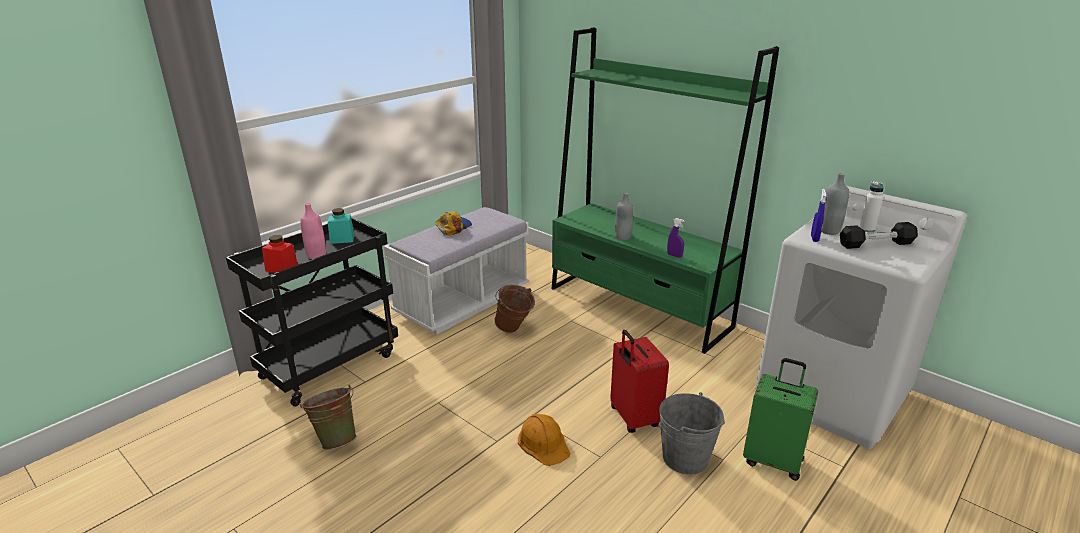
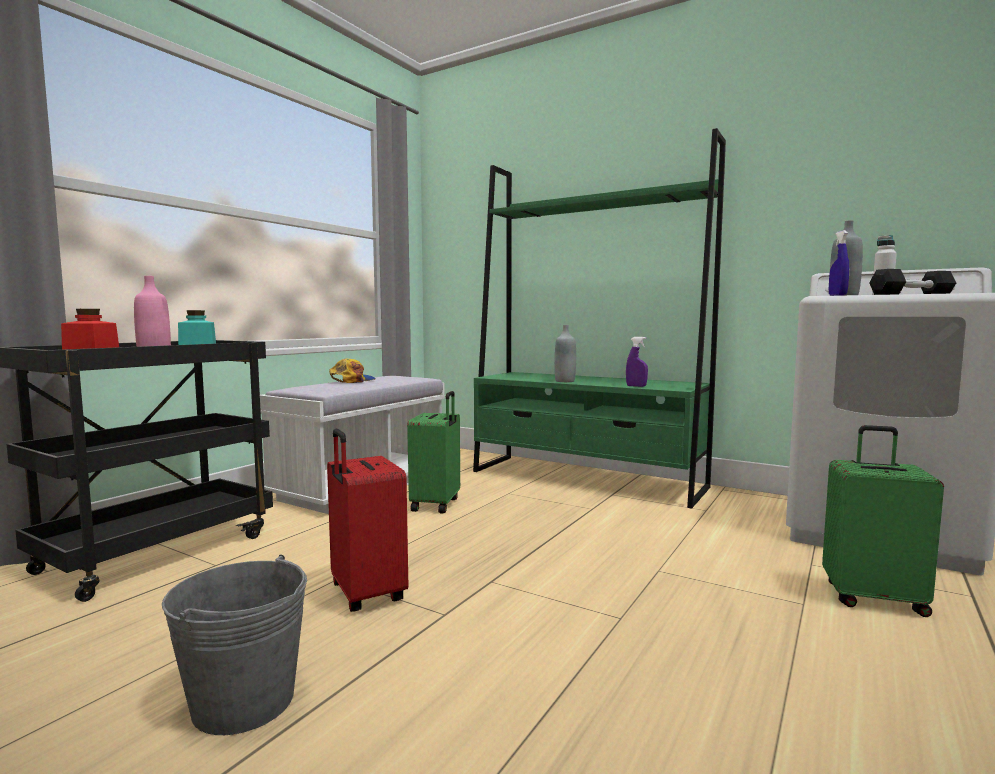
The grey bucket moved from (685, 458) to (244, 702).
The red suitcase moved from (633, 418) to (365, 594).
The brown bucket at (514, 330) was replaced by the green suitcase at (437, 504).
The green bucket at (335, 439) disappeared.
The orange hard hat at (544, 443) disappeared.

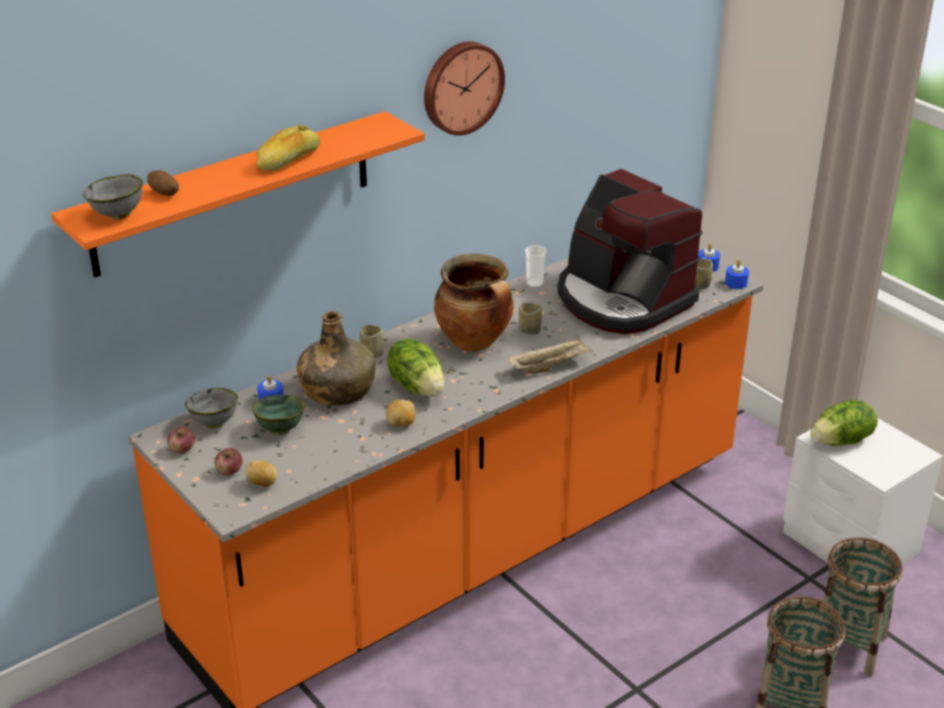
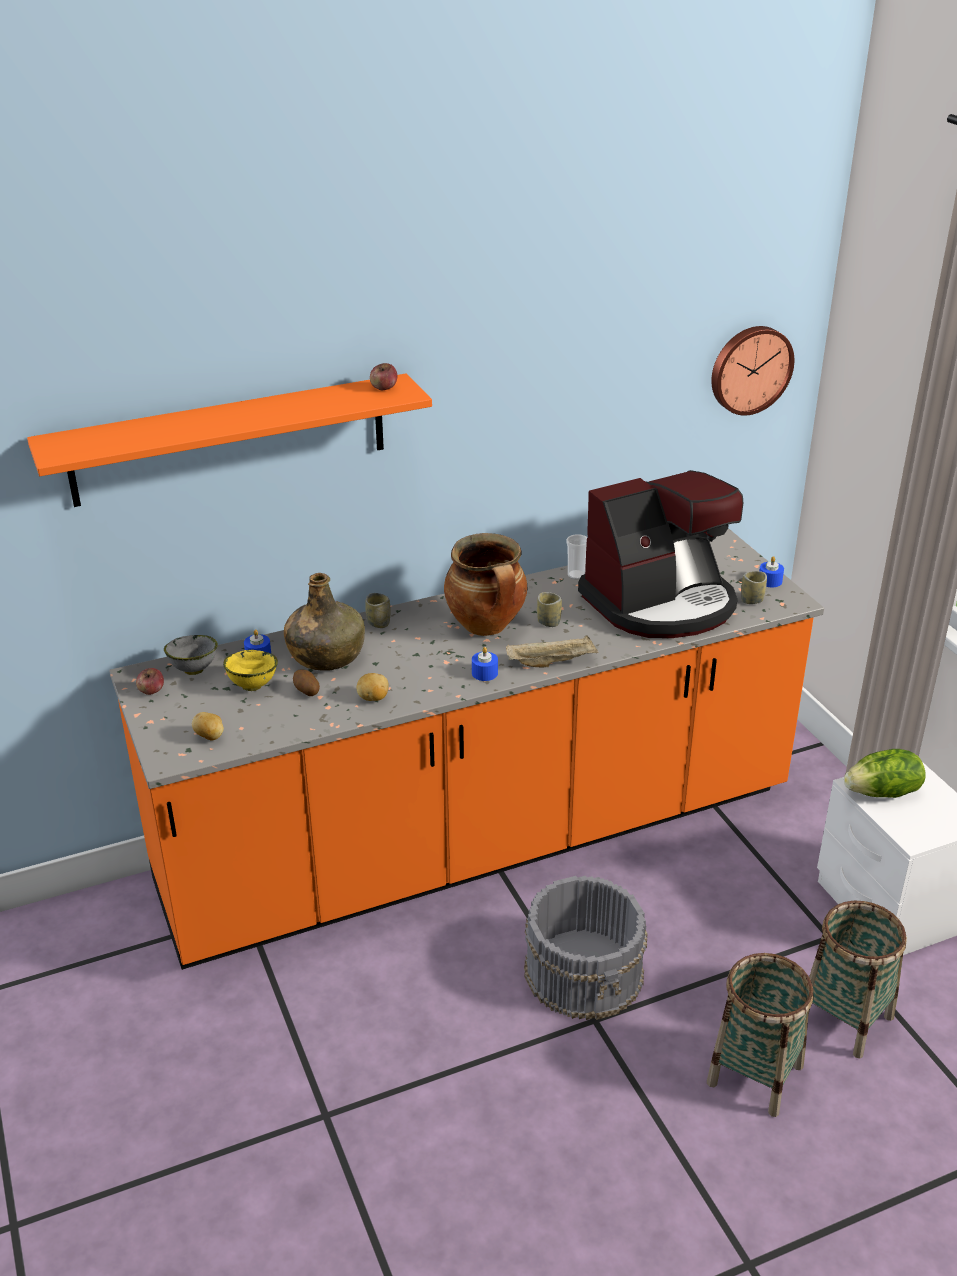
The green bowl at (279, 430) became the yellow bowl at (251, 686).
The potato moved from (164, 194) to (306, 692).
The apple moved from (229, 471) to (384, 388).
The blue candle moved from (736, 283) to (484, 673).
The grey bucket at (585, 971) appeared.
The coffee machine at (622, 299) turned 90 degrees counterclockwise.
The wall clock moved from (461, 87) to (750, 369).
The grey bowl at (118, 216) disappeared.
The bread at (289, 160) disappeared.
The lettuce at (418, 386) disappeared.

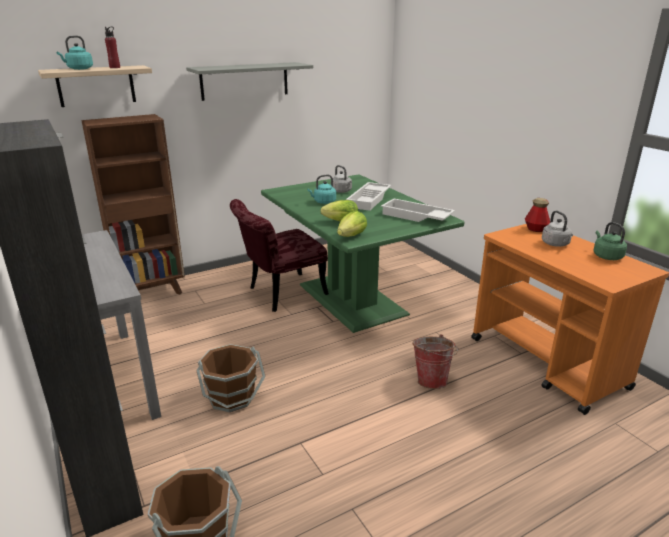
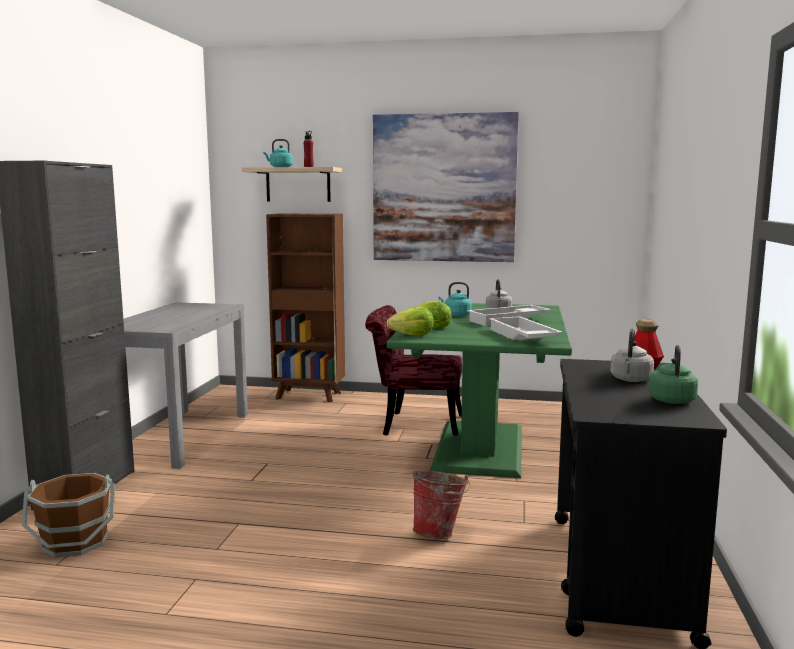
The grey shelf at (244, 81) was replaced by the picture at (444, 188).
The orange cart at (547, 363) became the black cart at (619, 576).
The brown bucket at (232, 397) disappeared.

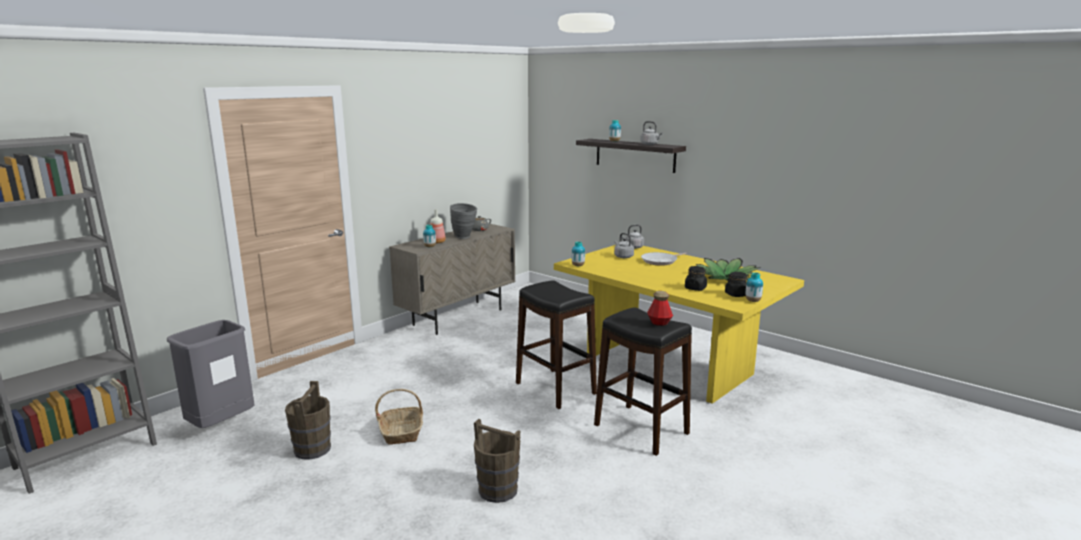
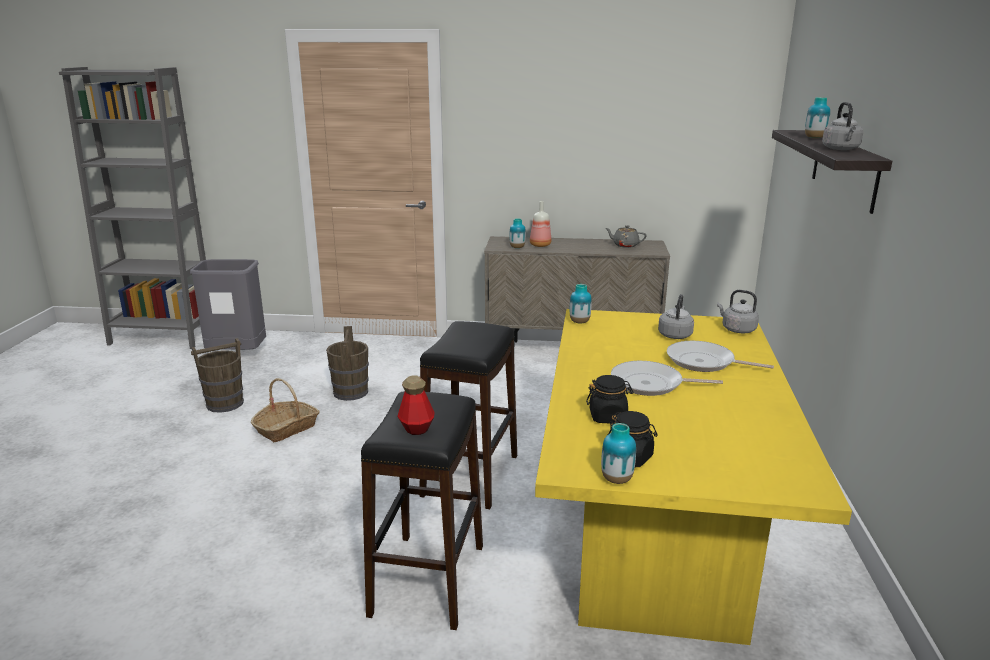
The brown bucket moved from (497, 490) to (351, 392).
The frying pan at (651, 384) appeared.
The grey vase at (464, 237) disappeared.
The potted plant at (726, 277) disappeared.

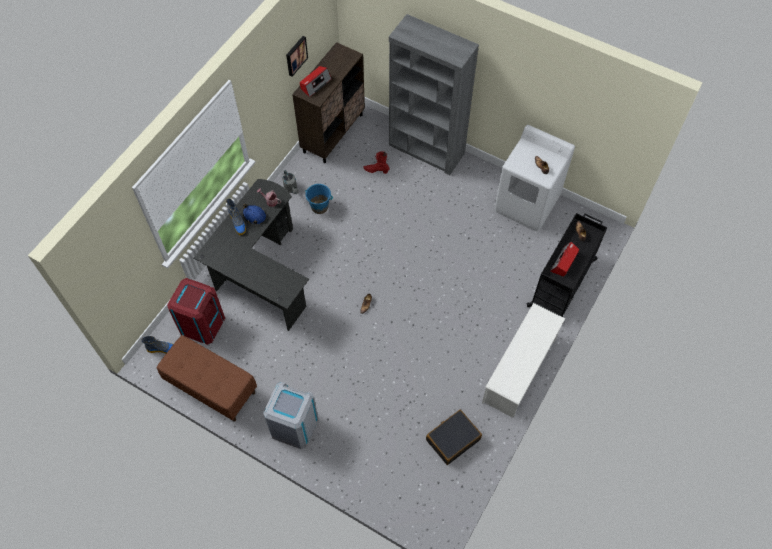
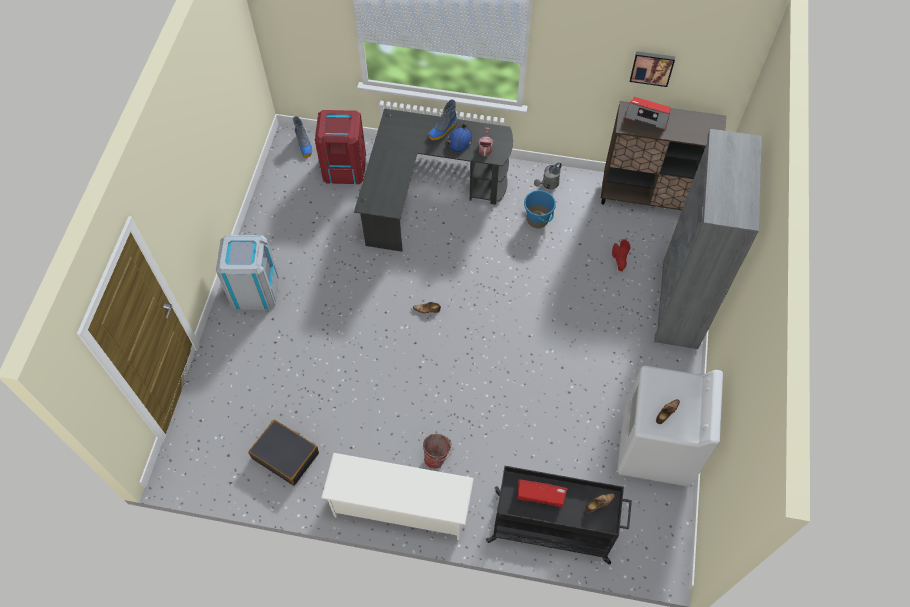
The bucket at (437, 457) appeared.
The brown bench at (211, 387) disappeared.

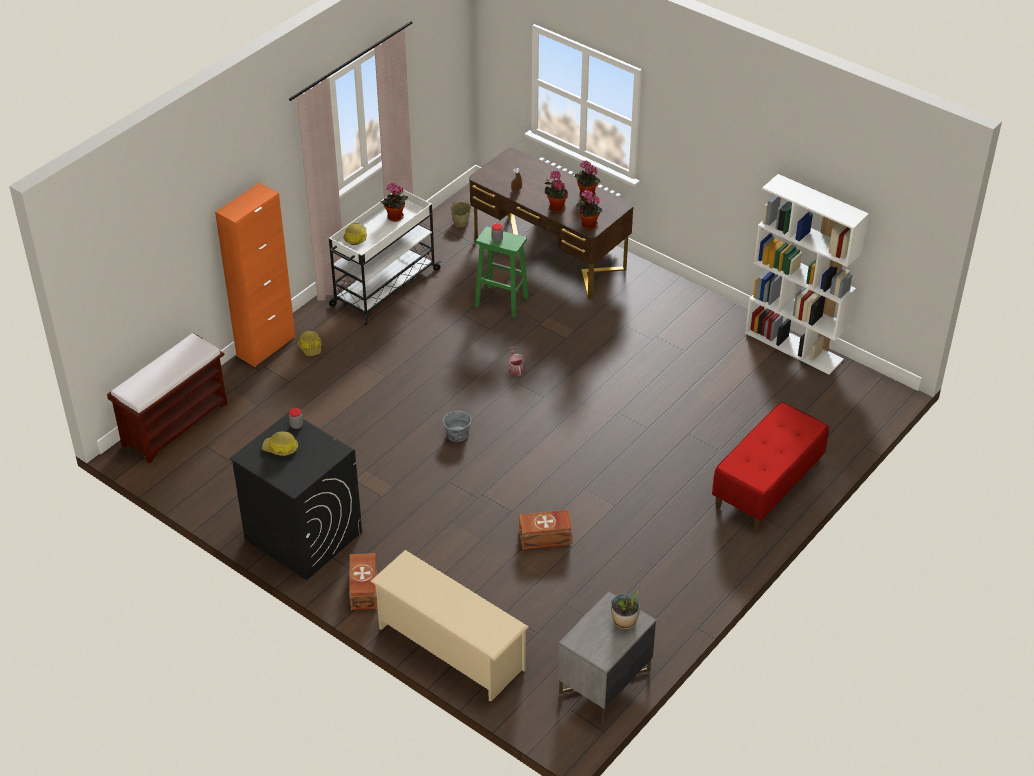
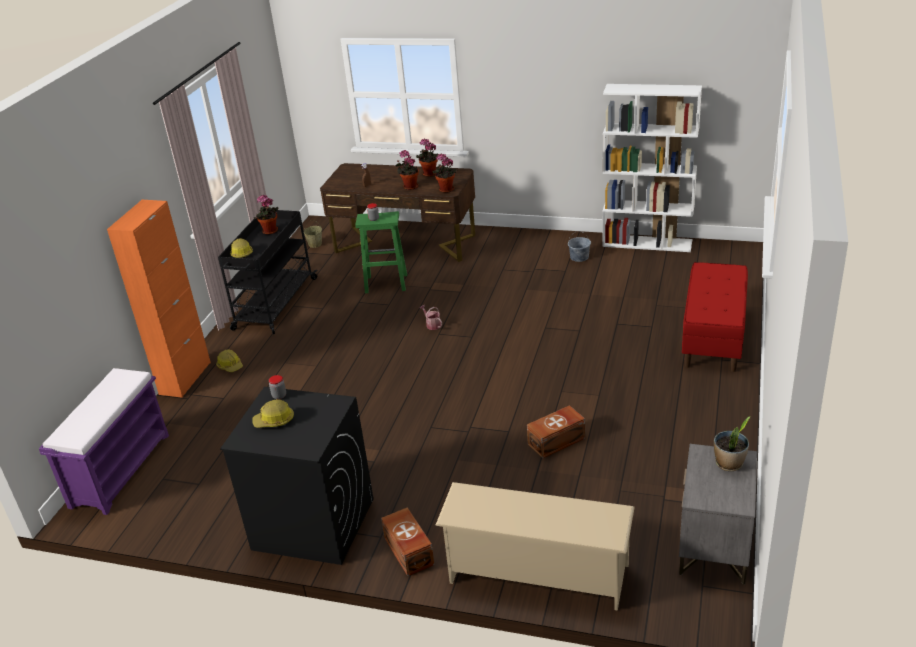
The brown bench at (175, 423) became the purple bench at (120, 469).
The white cart at (384, 288) became the black cart at (274, 304).
The grey bucket moved from (457, 434) to (579, 257).

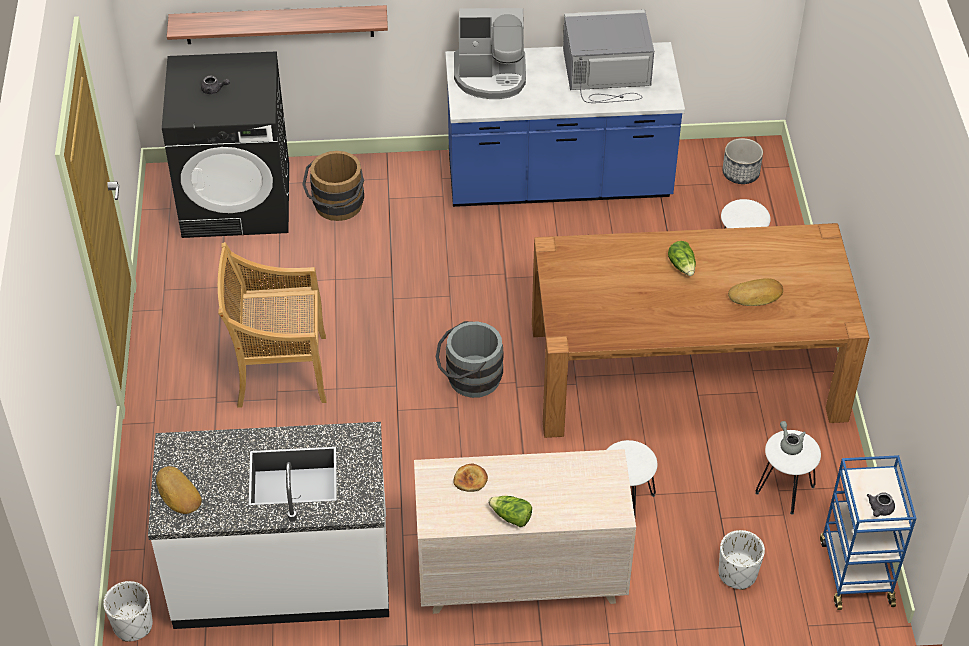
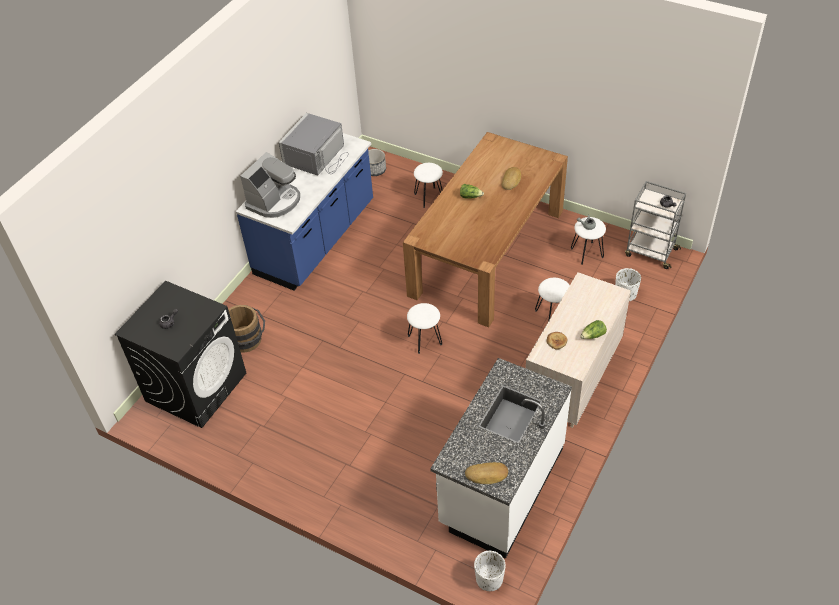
The grey bucket at (469, 378) was replaced by the white stool at (424, 340).
The blue cart at (855, 571) became the grey cart at (650, 252).
The shelf at (279, 24) disappeared.
The beige chair at (279, 370) disappeared.

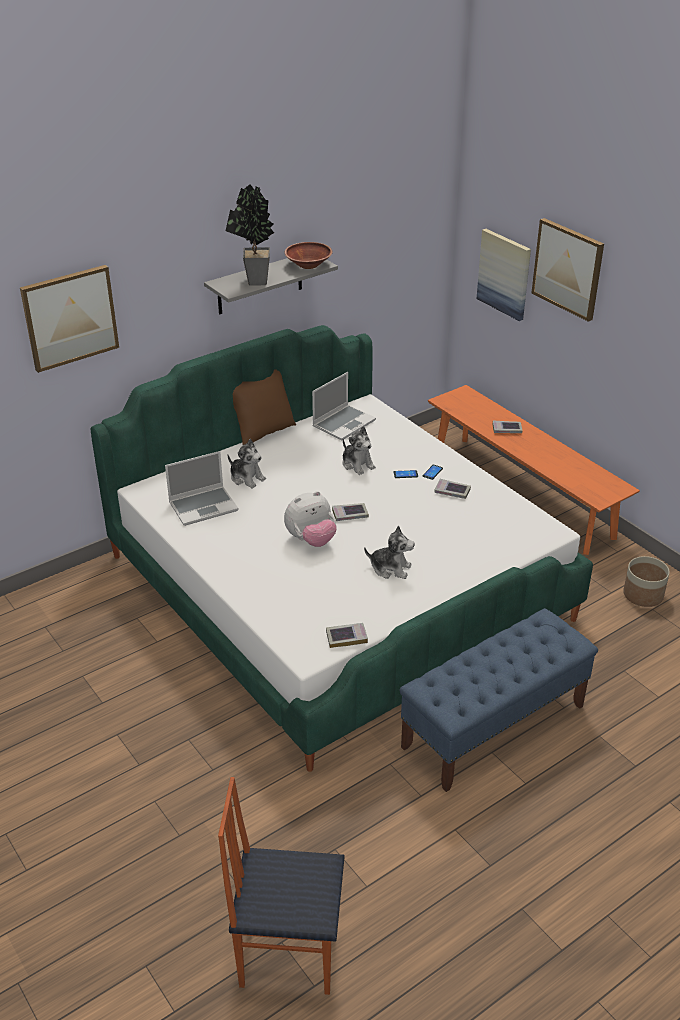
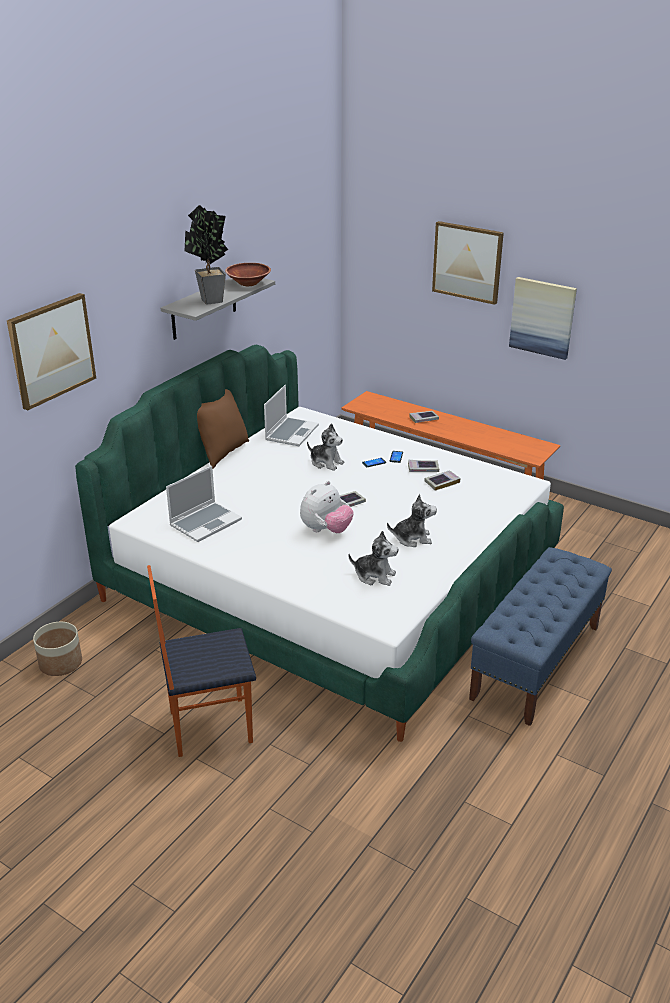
The planter moved from (643, 595) to (61, 663).
The chair moved from (288, 952) to (209, 726).
The plush toy moved from (247, 478) to (374, 576).
The book moved from (346, 637) to (442, 482).
The picture moved from (504, 274) to (542, 317).

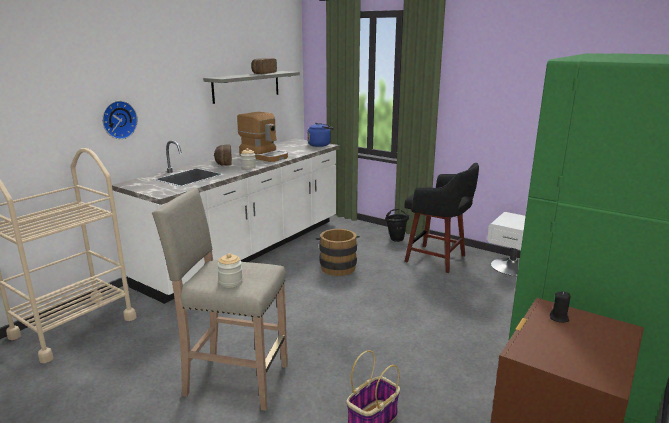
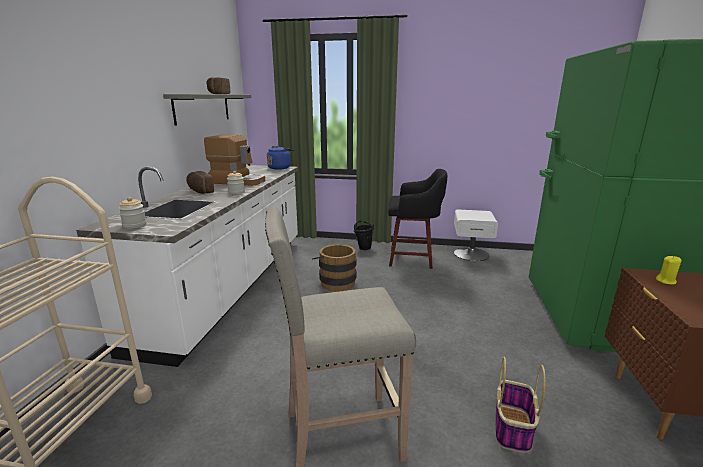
The jar moved from (231, 282) to (134, 225).
The black candle at (559, 318) became the yellow candle at (666, 281).
The wall clock at (118, 119) disappeared.

